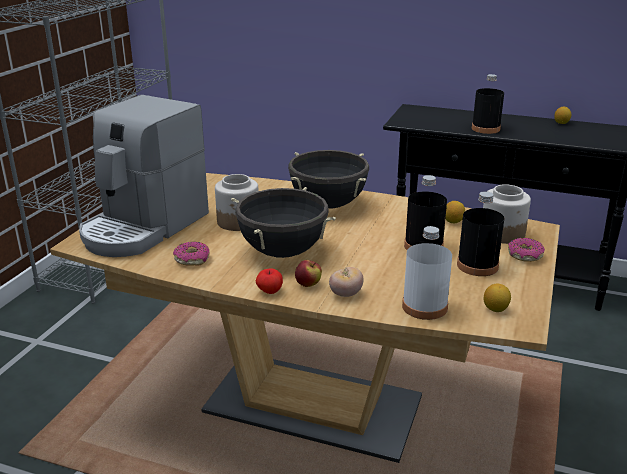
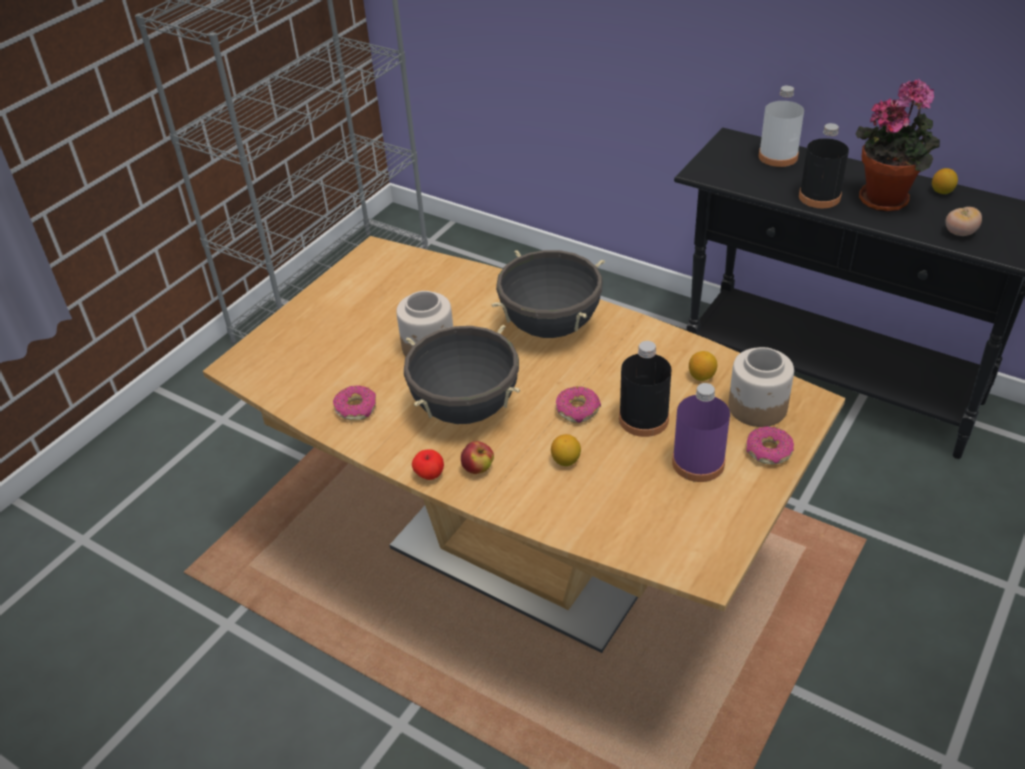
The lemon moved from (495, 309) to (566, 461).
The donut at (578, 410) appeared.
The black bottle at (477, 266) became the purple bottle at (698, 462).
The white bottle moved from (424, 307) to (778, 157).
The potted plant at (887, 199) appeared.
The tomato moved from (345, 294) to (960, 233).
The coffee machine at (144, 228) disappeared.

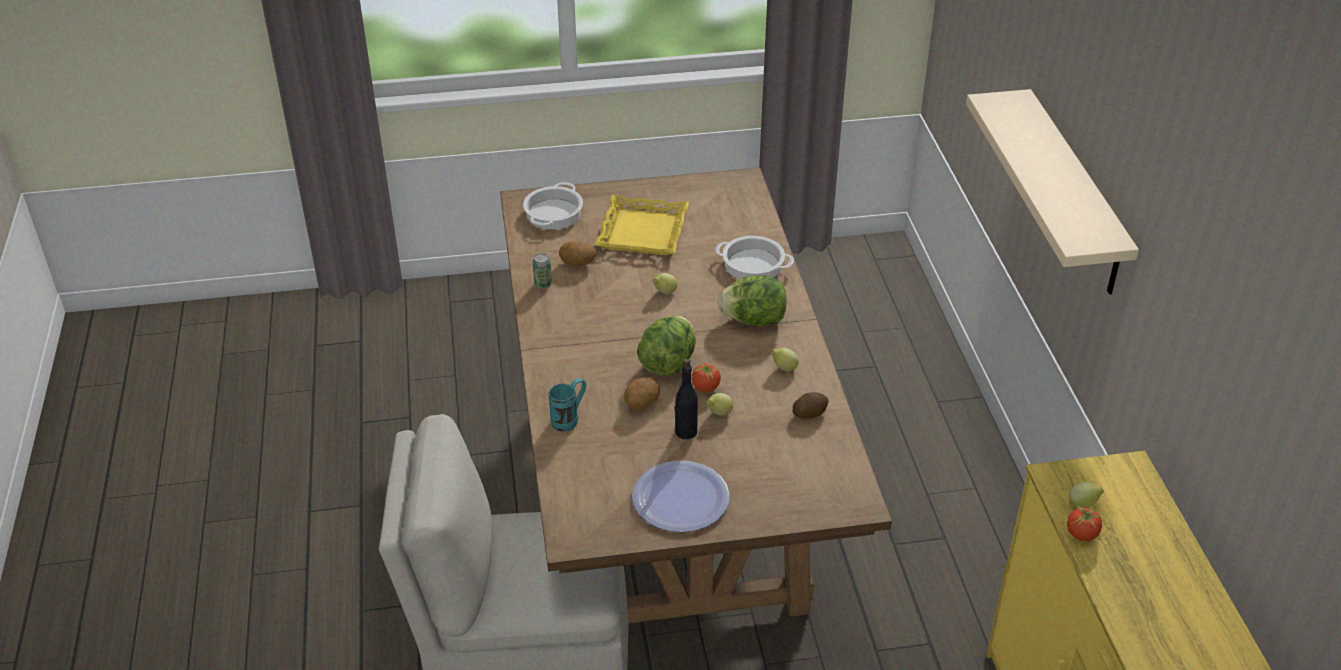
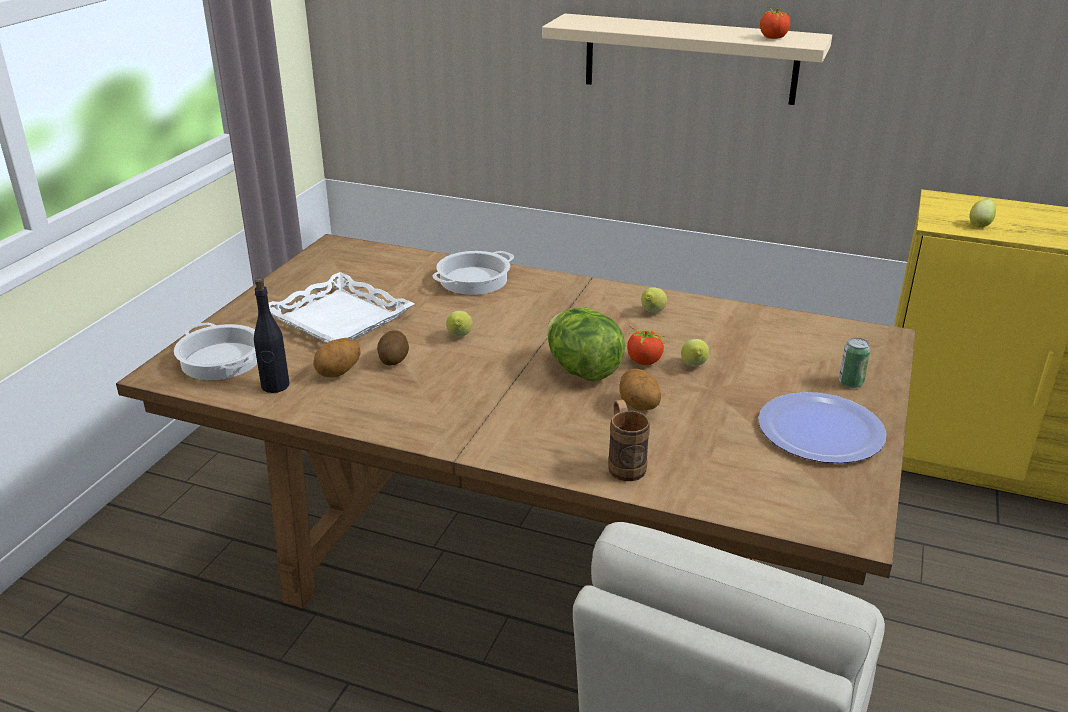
The black bottle moved from (685, 432) to (275, 386).
The yellow tray at (641, 232) became the white tray at (338, 319).
The potato moved from (809, 413) to (393, 359).
The turquoise mug at (570, 419) became the brown mug at (624, 464).
The tomato moved from (1081, 534) to (773, 38).
The can moved from (543, 284) to (850, 383).
The lettuce at (754, 320) disappeared.

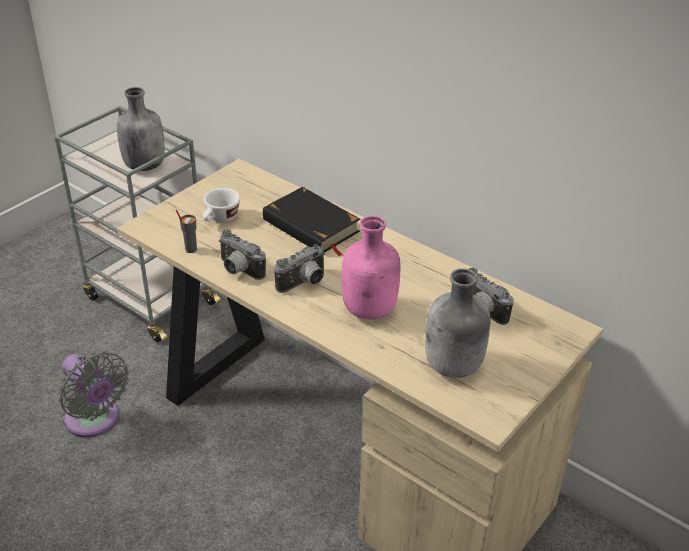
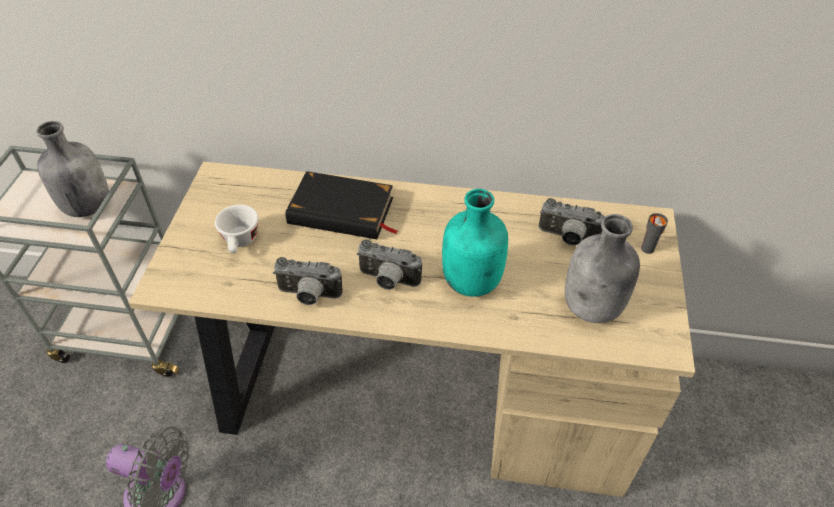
The photo camera at (304, 283) turned 90 degrees clockwise.
The pink bottle at (370, 310) became the turquoise bottle at (473, 281).
The grey cup moved from (190, 249) to (647, 249).

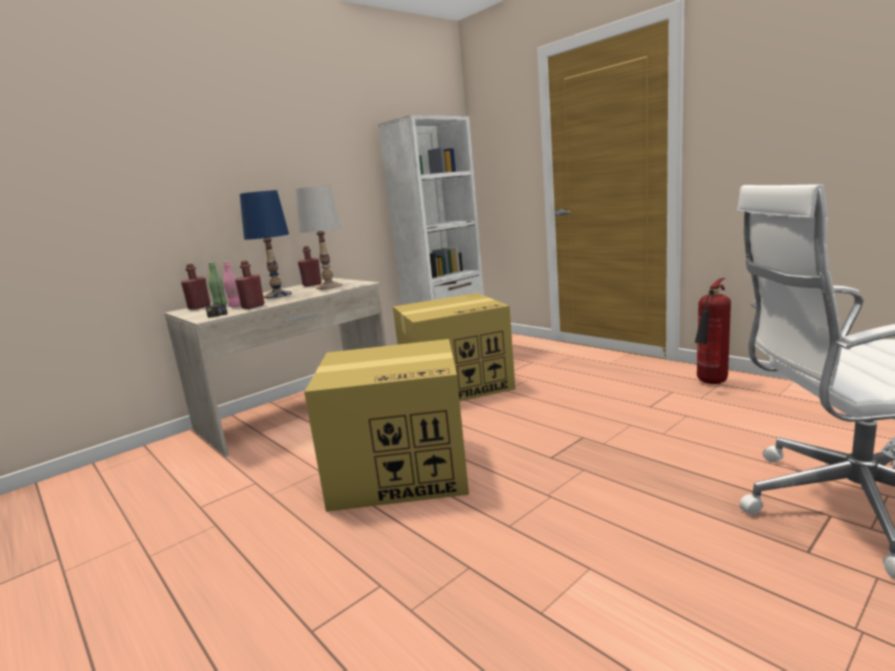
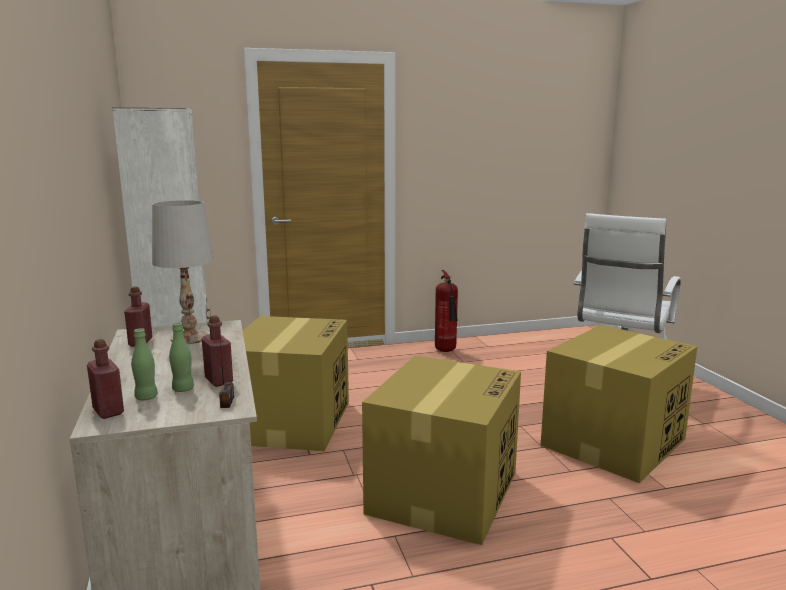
The pink bottle at (236, 306) became the green bottle at (183, 389).
The cardboard box at (613, 441) appeared.
The blue table lamp at (277, 295) disappeared.

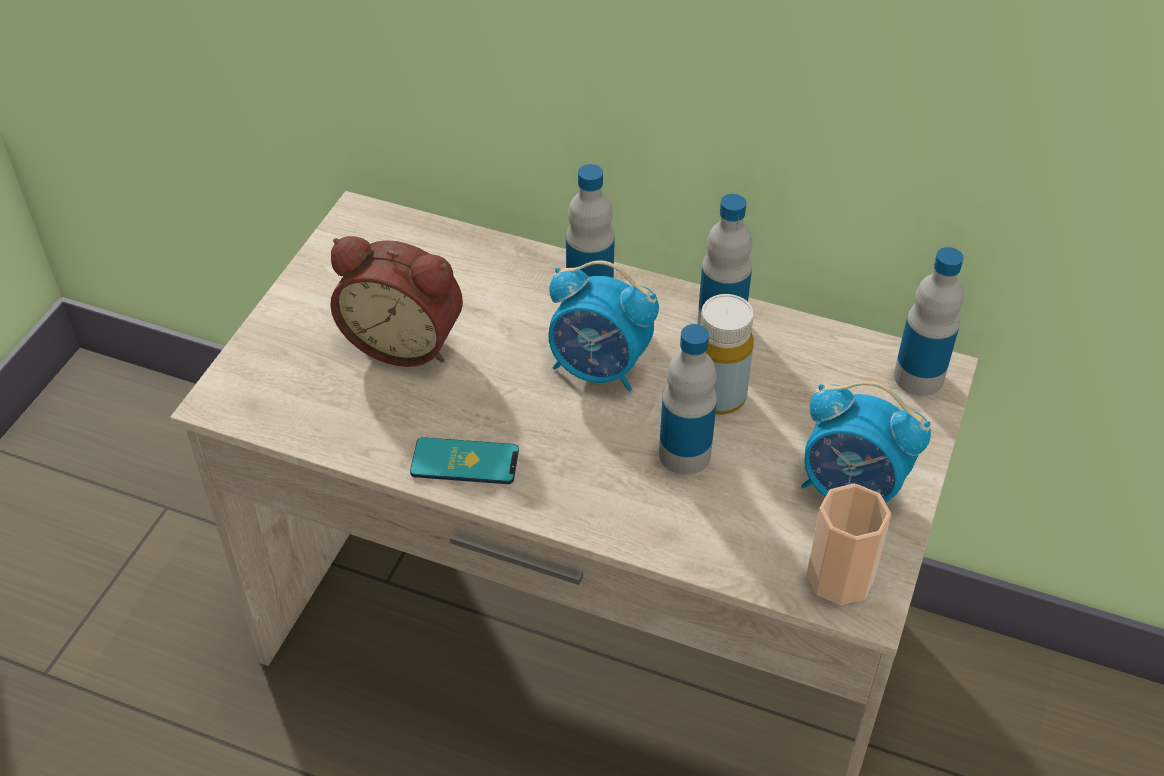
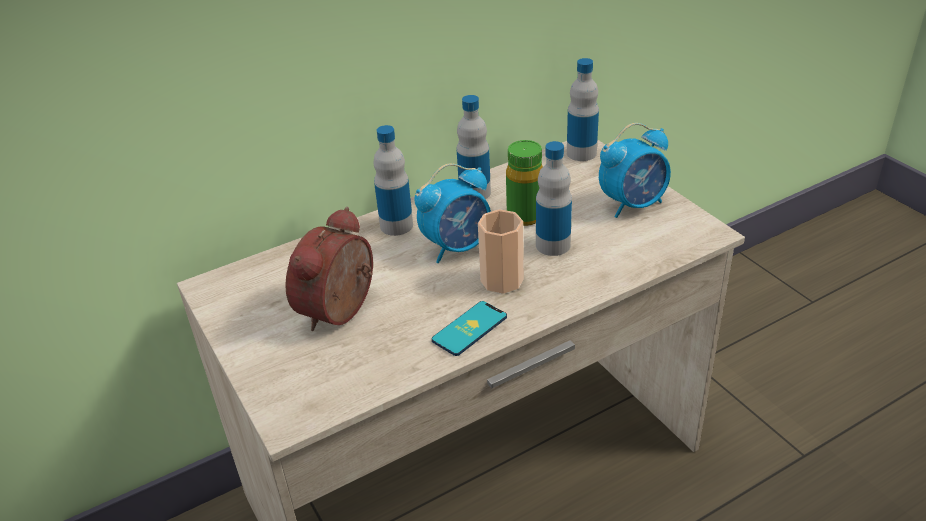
The alarm clock at (405, 340) turned 150 degrees clockwise.
The cup moved from (839, 577) to (502, 280).
The yellow bottle at (718, 396) became the green bottle at (525, 216).

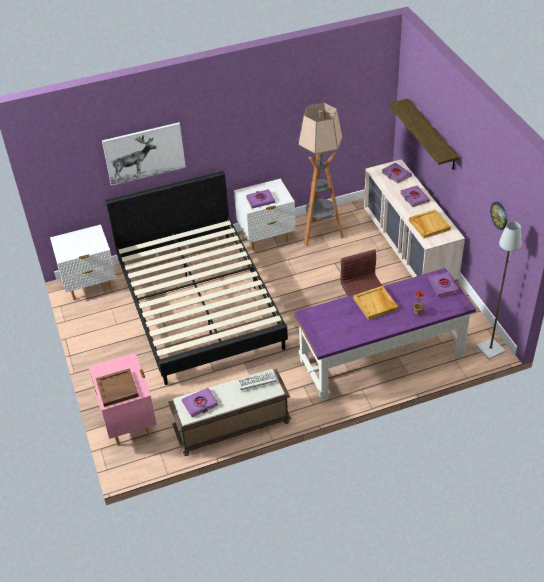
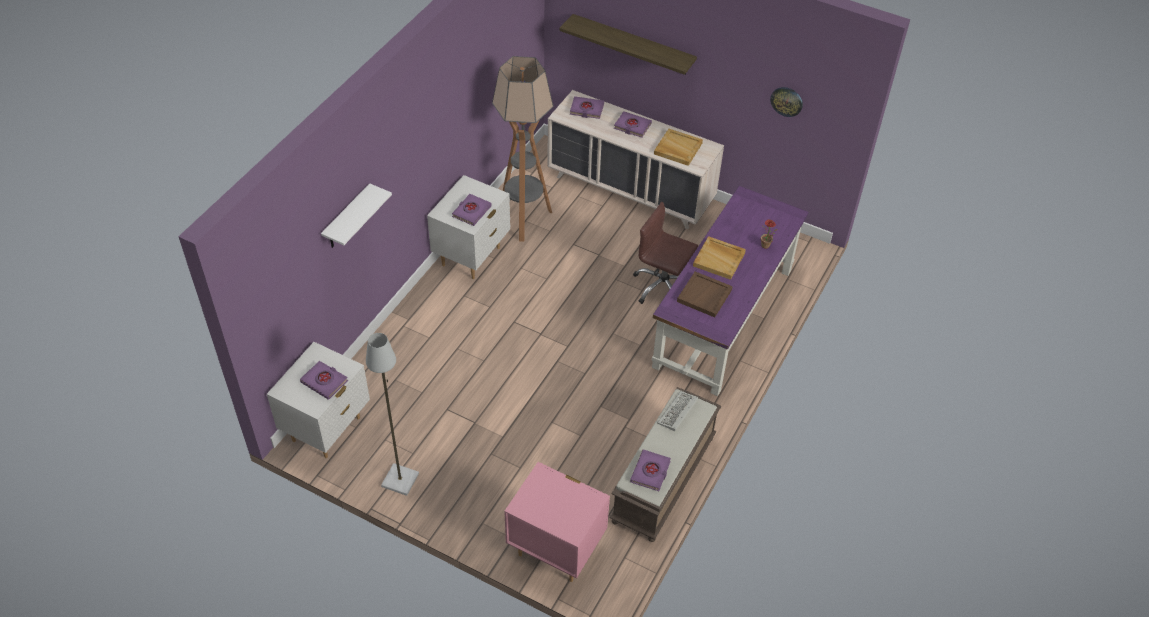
The purple book moved from (443, 286) to (324, 382).
The picture at (144, 153) was replaced by the white shelf at (347, 218).
The grey floor lamp moved from (491, 349) to (401, 480).
The brown tray moved from (117, 389) to (704, 296).
The black bed at (199, 304) disappeared.

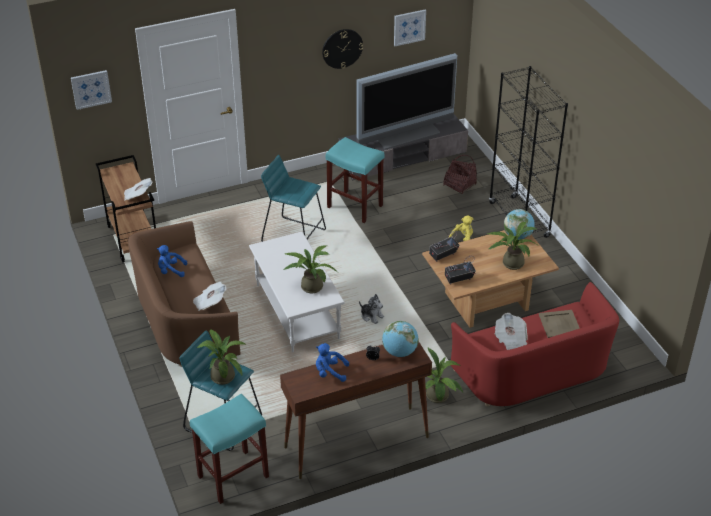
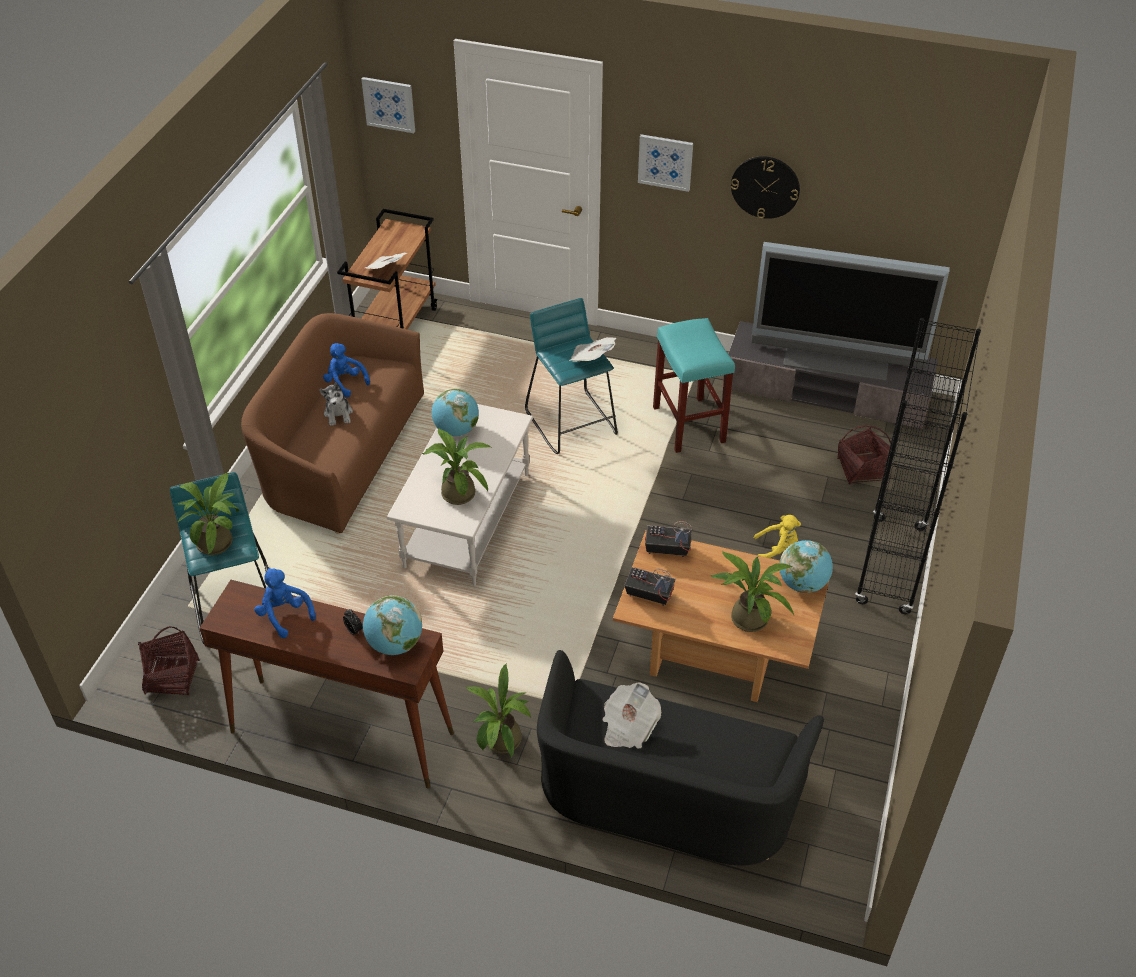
The turquoise stool at (233, 476) was replaced by the basket at (172, 677).
The plush toy moved from (371, 316) to (338, 414).
The globe at (456, 430) appeared.
The red sofa at (534, 371) became the black sofa at (666, 794).
The newspaper moved from (209, 303) to (591, 359).
The picture moved from (409, 27) to (665, 162).
The beige tray at (560, 324) disappeared.

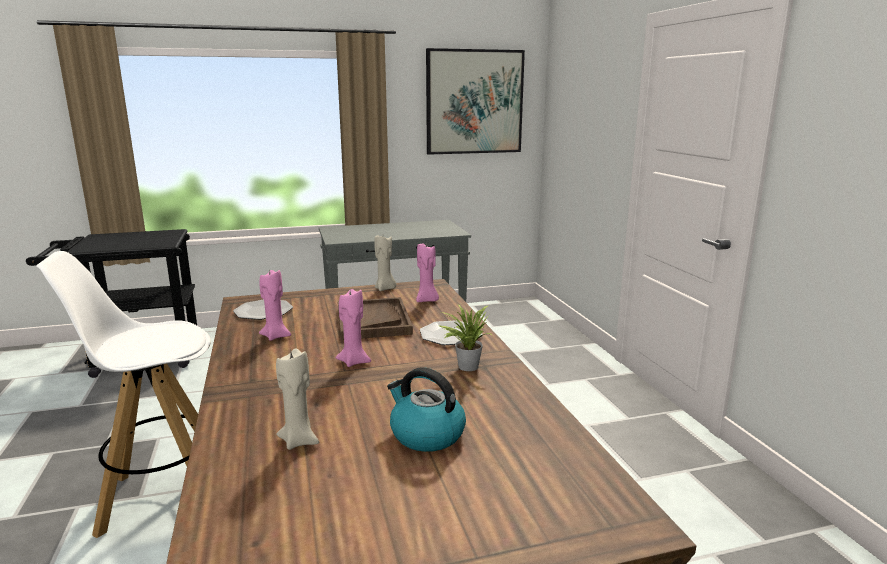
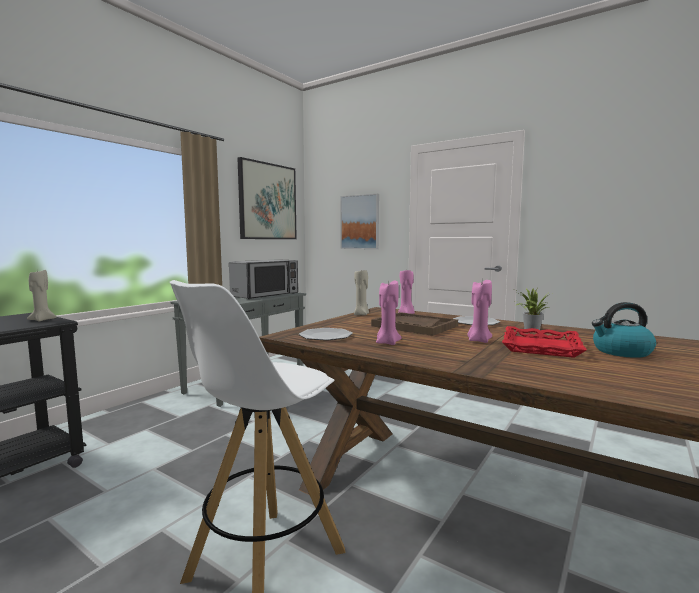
The beige candle moved from (299, 440) to (42, 320).
The microwave at (265, 295) appeared.
The picture at (360, 222) appeared.
The red tray at (540, 347) appeared.

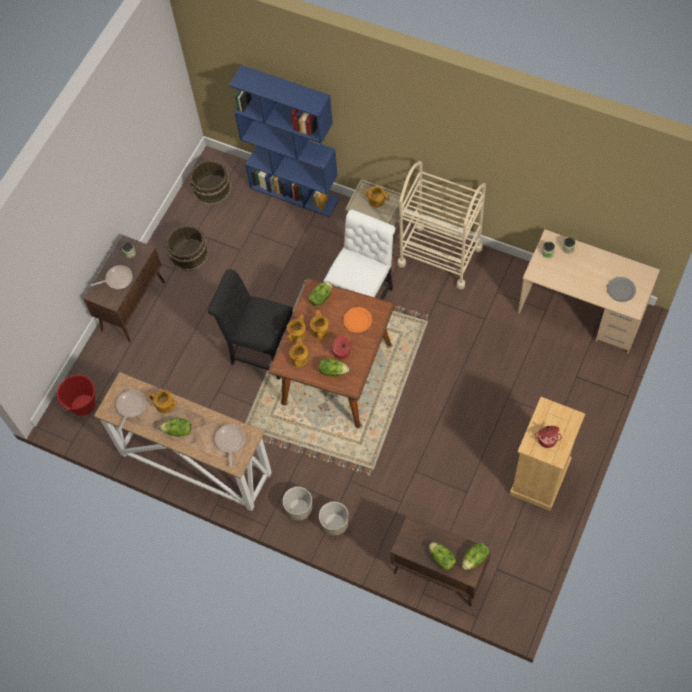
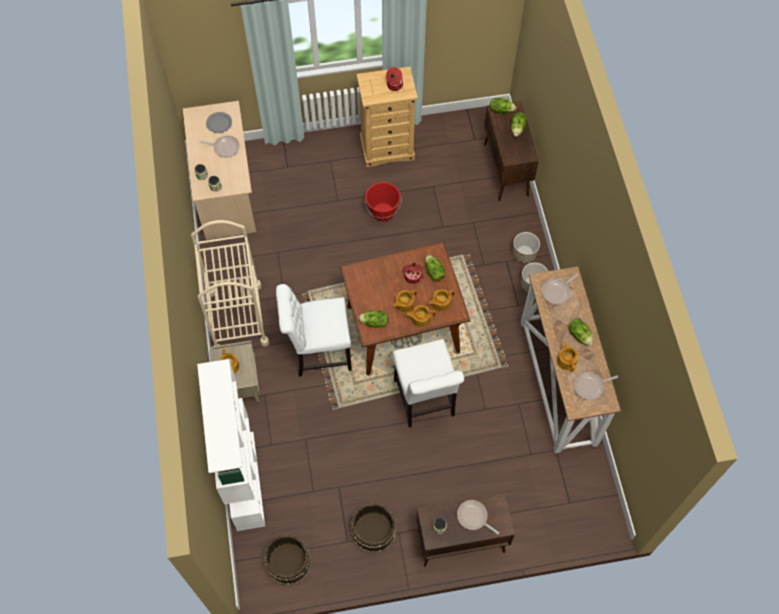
The blue bookcase at (295, 193) became the white bookcase at (244, 480).
The frying pan at (225, 147) appeared.
The red bucket moved from (83, 405) to (383, 212).
The black chair at (260, 350) became the white chair at (425, 401).
The orange plate at (357, 320) disappeared.

